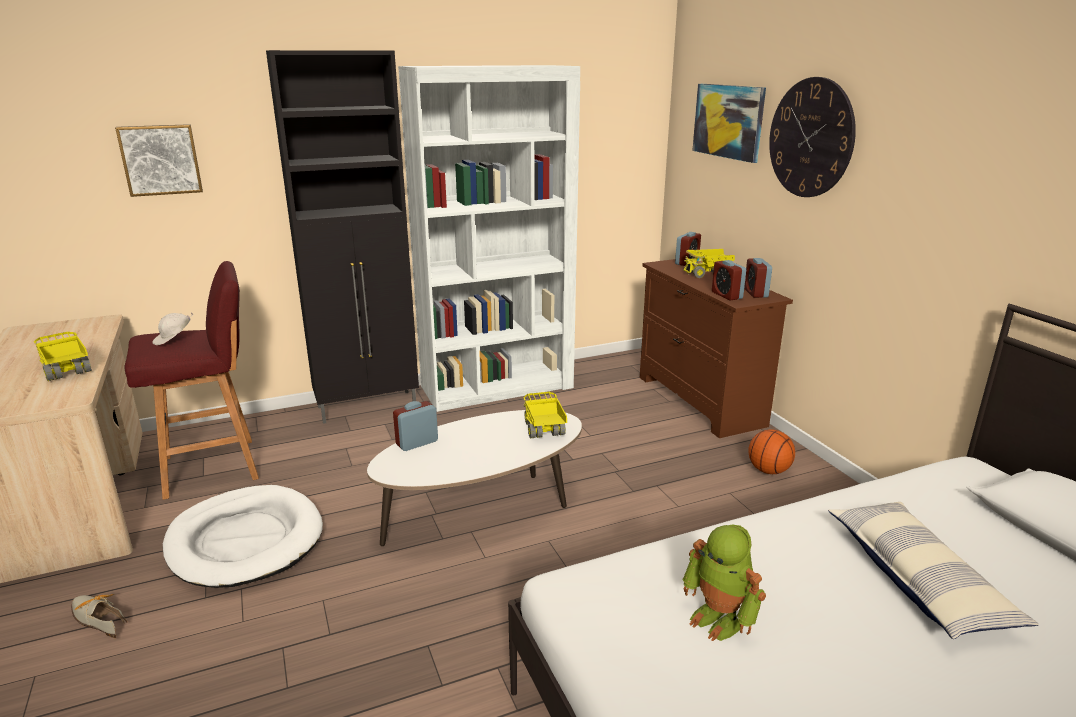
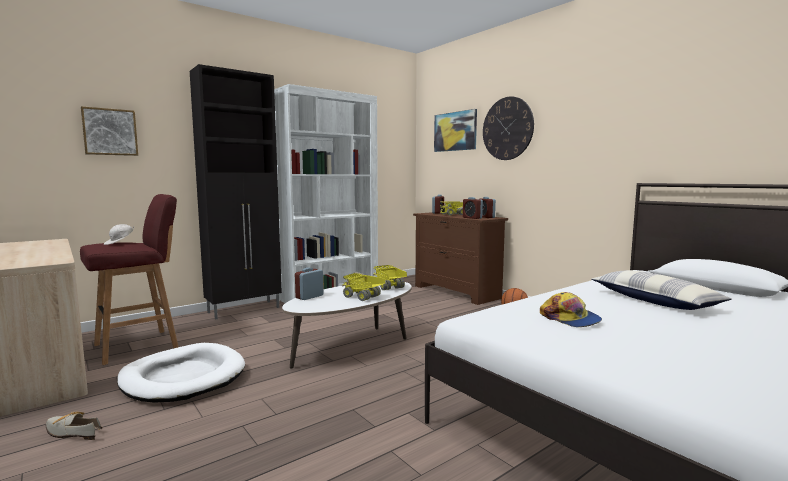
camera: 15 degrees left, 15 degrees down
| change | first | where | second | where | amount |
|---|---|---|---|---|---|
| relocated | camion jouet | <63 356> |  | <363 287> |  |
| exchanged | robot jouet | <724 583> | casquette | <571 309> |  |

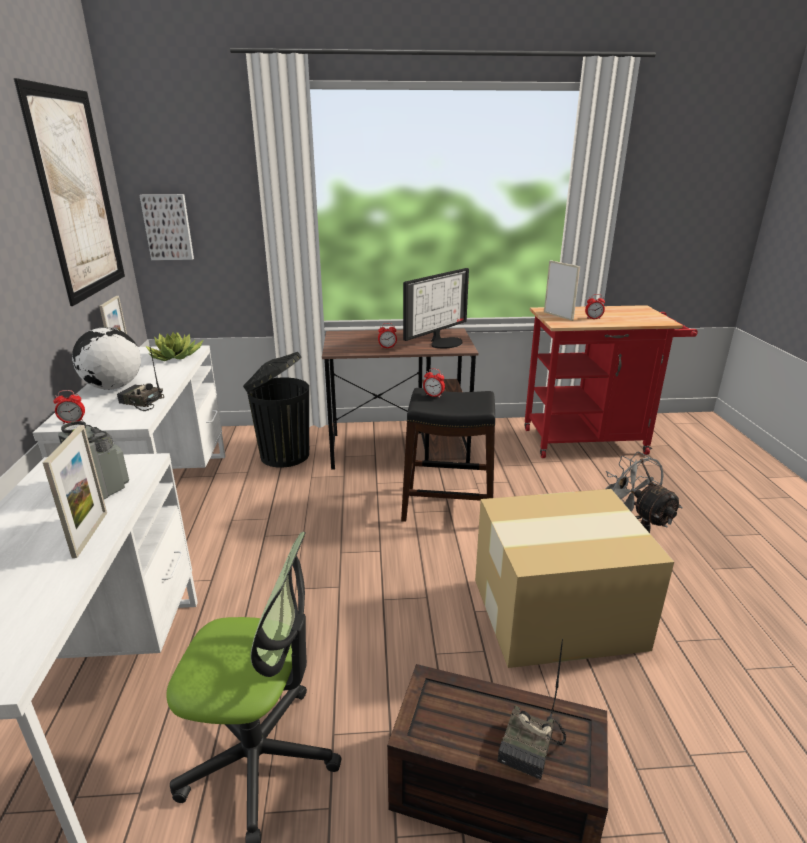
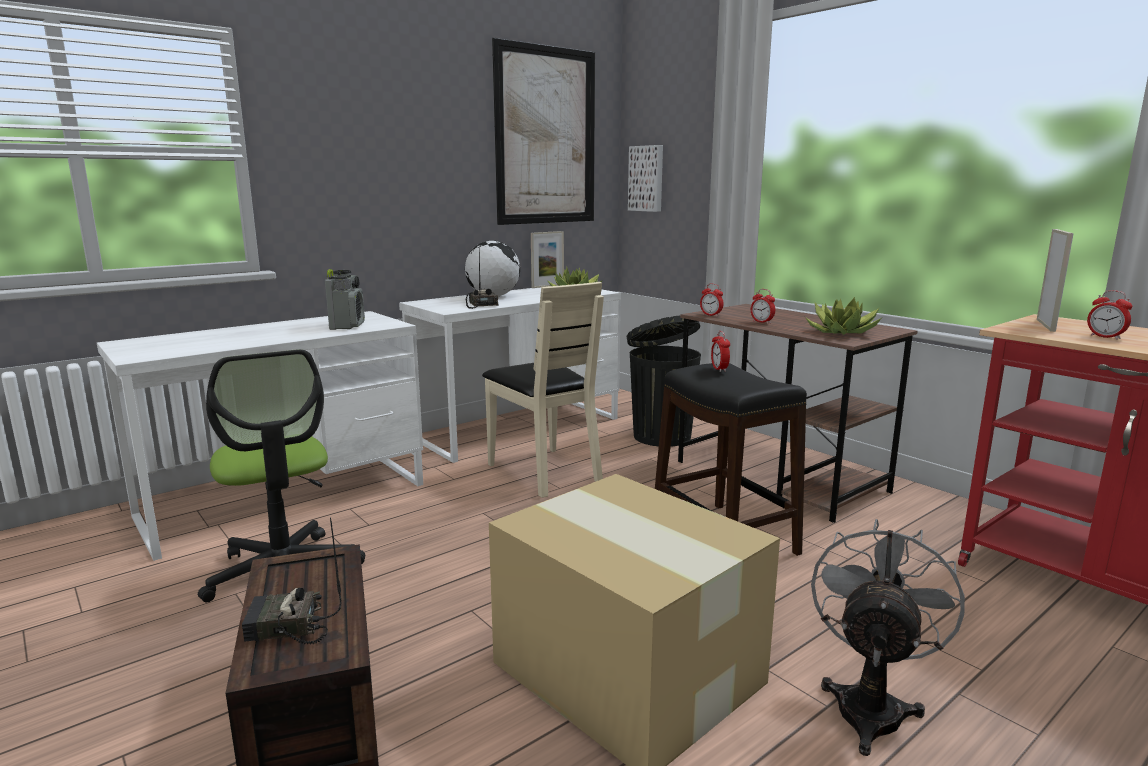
camera: 55 degrees right, 10 degrees down
| change | first | where | second | where | amount |
|---|---|---|---|---|---|
| missing | cadre photo | <75 491> |  |  |  |
| appeared |  |  | chaise [beige] | <543 390> |  |
| relocated | réveil | <69 407> |  | <712 300> |  |
| exchanged | écran d'ordinateur | <436 308> | plante en pot | <843 316> |  |

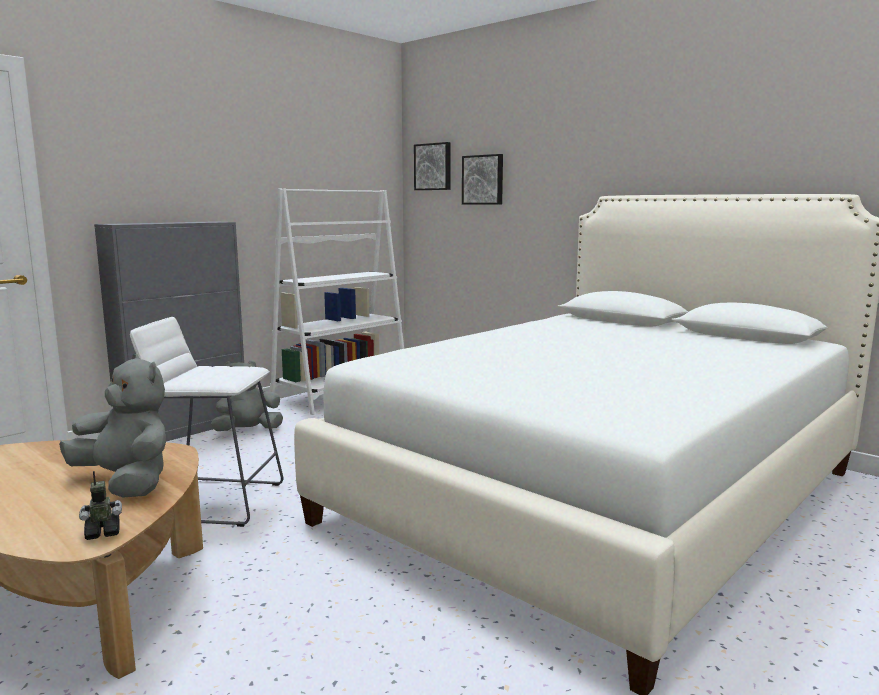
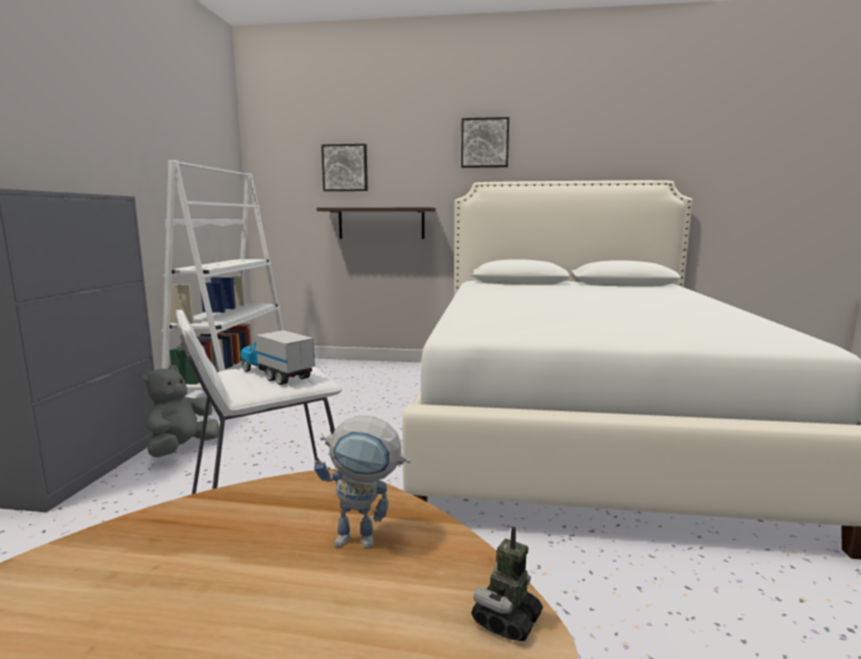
camera: 35 degrees left, 0 degrees up
| change | first | where | second | where | amount |
|---|---|---|---|---|---|
| appeared |  |  | camion jouet | <277 357> |  |
| appeared |  |  | étagère | <376 223> |  |
| relocated | tableau | <432 166> |  | <485 142> |  |
| exchanged | peluche [gris] | <112 425> | robot jouet | <362 482> |  |

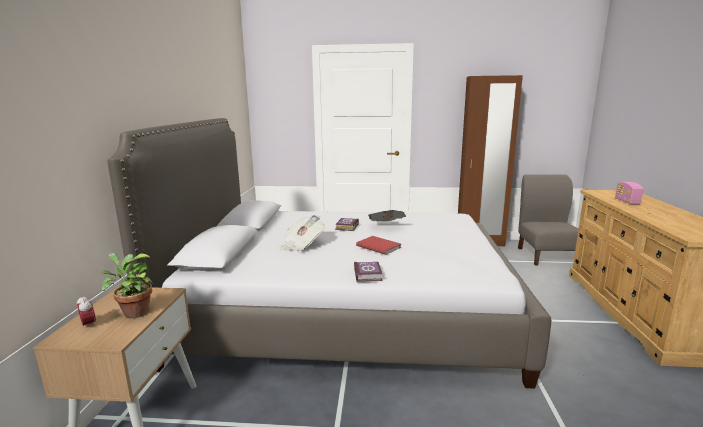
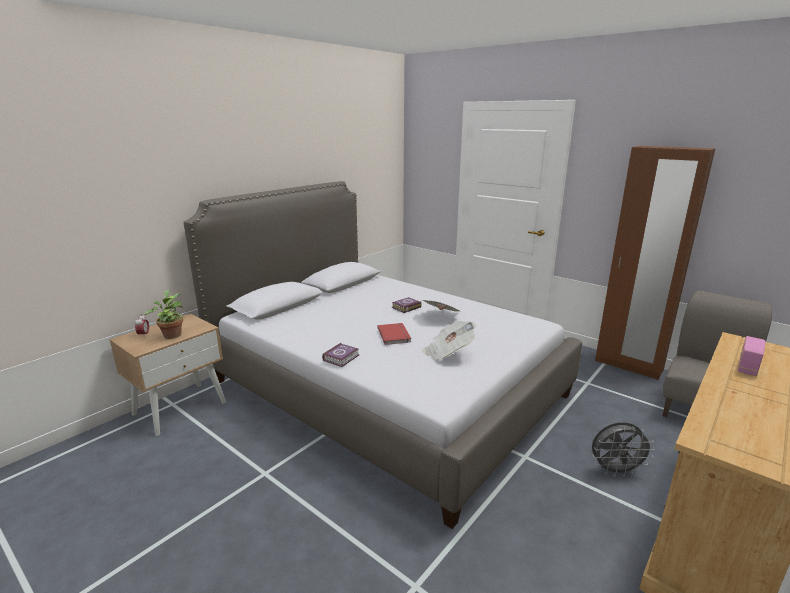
camera: 35 degrees right, 5 degrees up
| change | first | where | second | where | amount |
|---|---|---|---|---|---|
| appeared |  |  | ventilateur [gris] | <623 449> |  |
| relocated | journal | <302 233> |  | <449 341> |  |

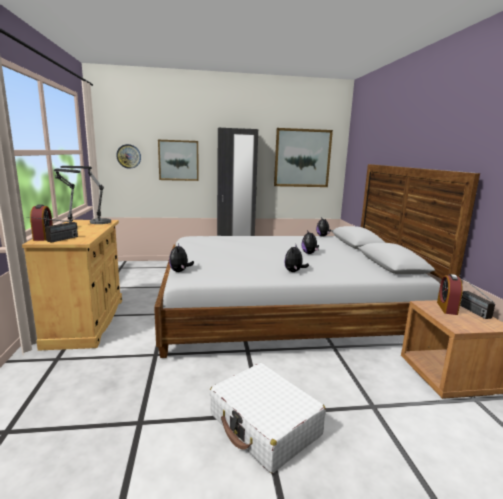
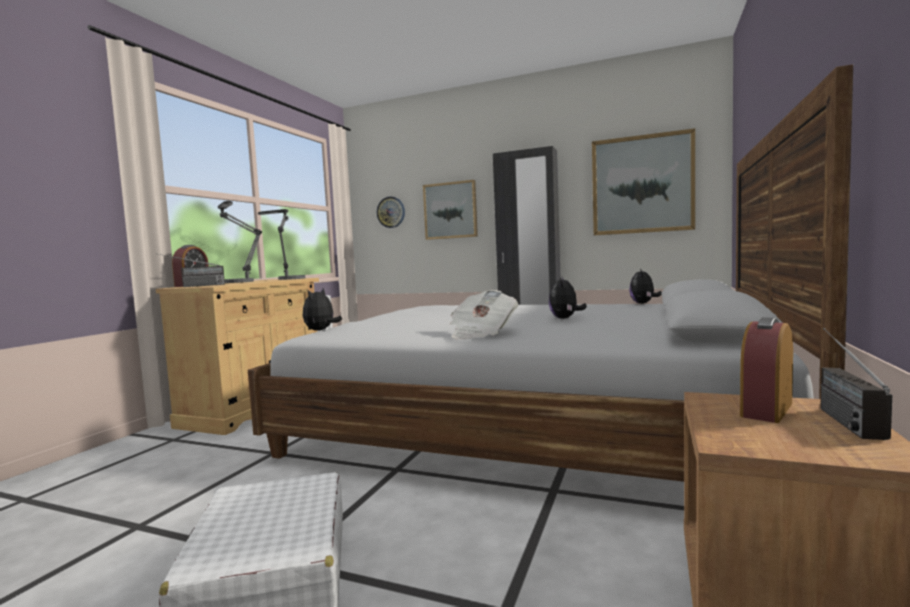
camera: 30 degrees right, 10 degrees down
| change | first | where | second | where | amount |
|---|---|---|---|---|---|
| exchanged | peluche | <296 258> | journal | <484 315> |  |

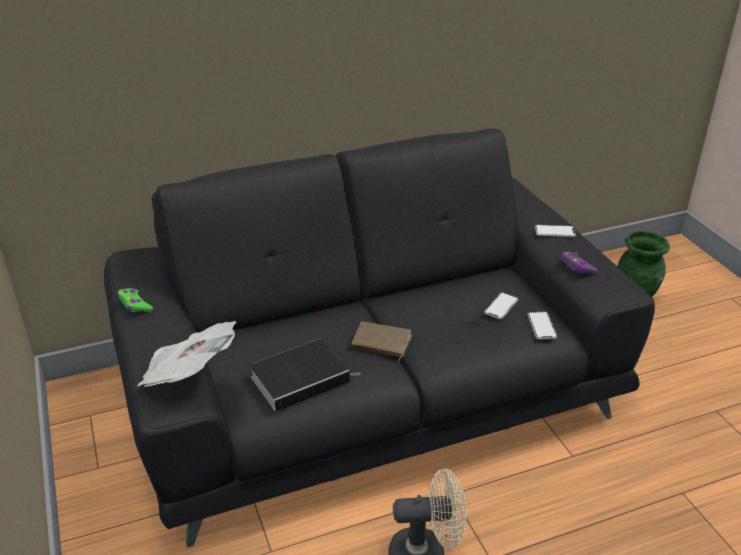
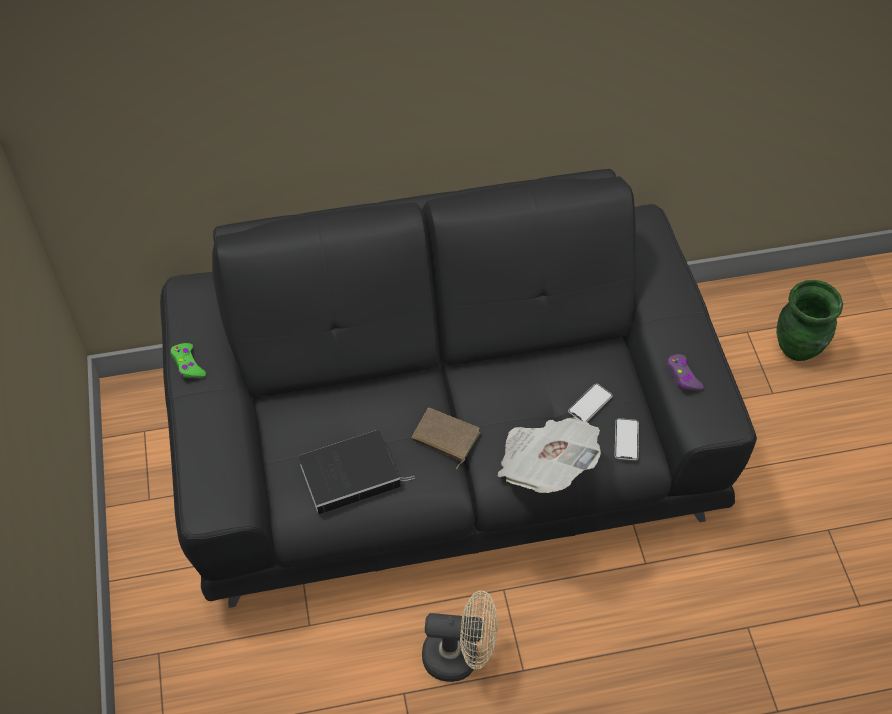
camera: 10 degrees right, 20 degrees up
| change | first | where | second | where | amount |
|---|---|---|---|---|---|
| missing | téléphone | <555 231> |  |  |  |
| relocated | journal | <187 354> |  | <549 455> |  |

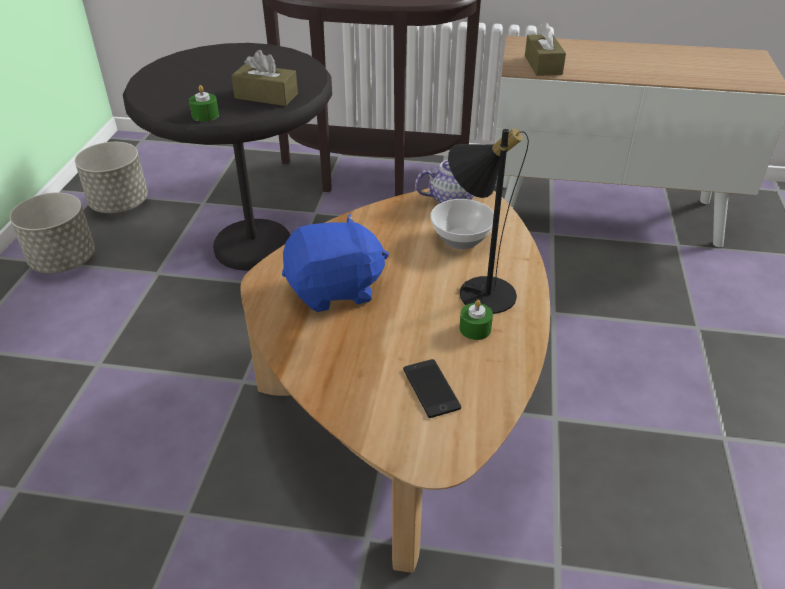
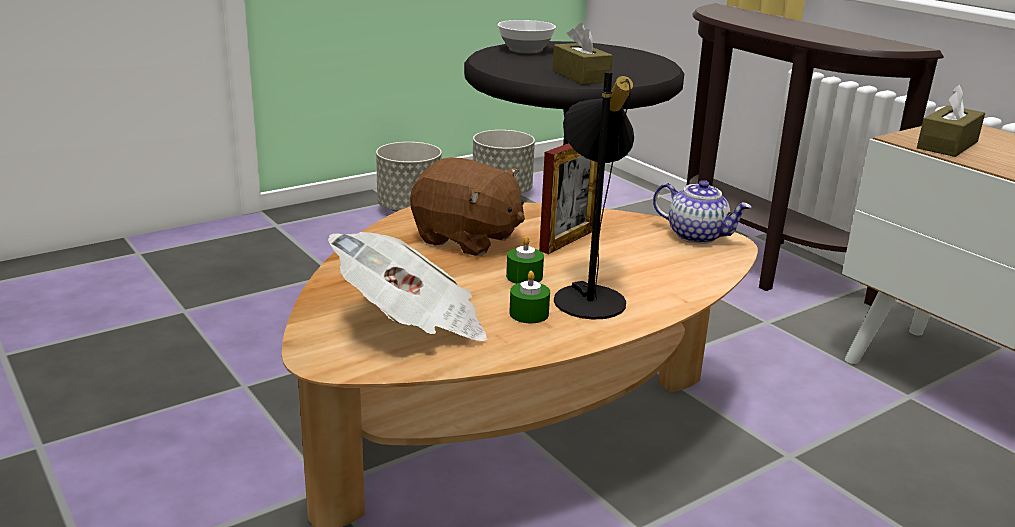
camera: 45 degrees right, 15 degrees down
| change | first | where | second | where | amount |
|---|---|---|---|---|---|
| appeared |  |  | cadre photo | <568 198> |  |
| relocated | bougie [vert] | <204 103> |  | <525 260> |  |
| relocated | bol | <462 224> |  | <526 37> |  |
| exchanged | téléphone | <432 388> | journal | <408 286> |  |
| colour | peluche [bleu] | <335 263> | peluche [marron] | <467 206> |  |

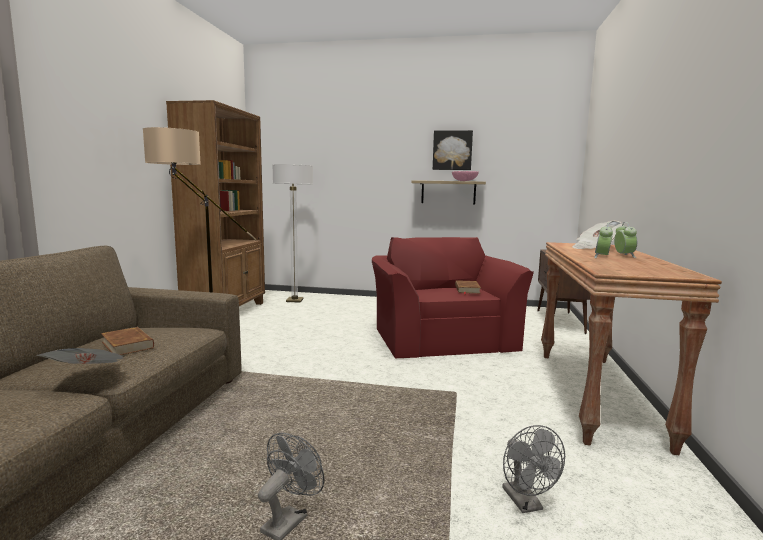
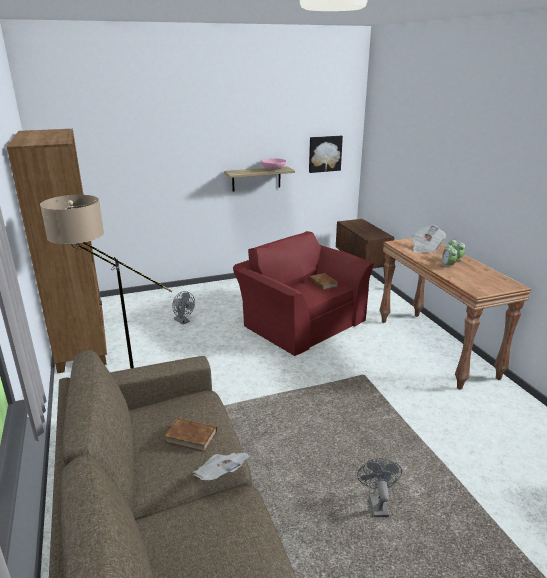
camera: 30 degrees left, 15 degrees up
| change | first | where | second | where | amount |
|---|---|---|---|---|---|
| missing | lampadaire | <293 233> |  |  |  |
| relocated | tableau | <453 150> |  | <326 154> |  |
| relocated | ventilateur [gris] | <533 469> |  | <183 308> |  |

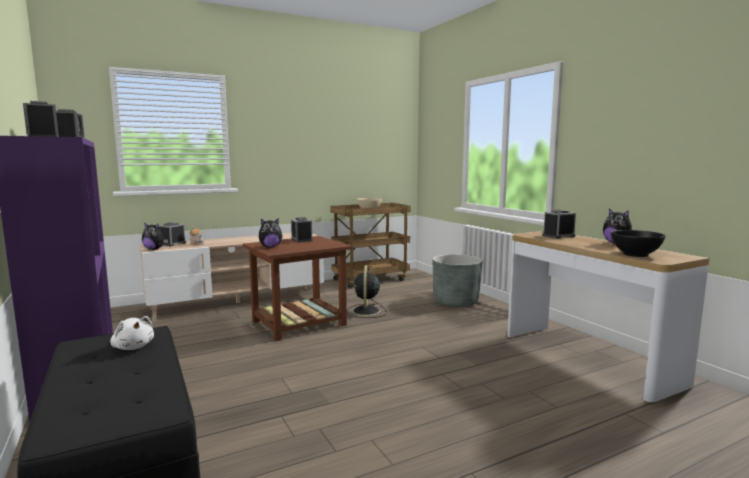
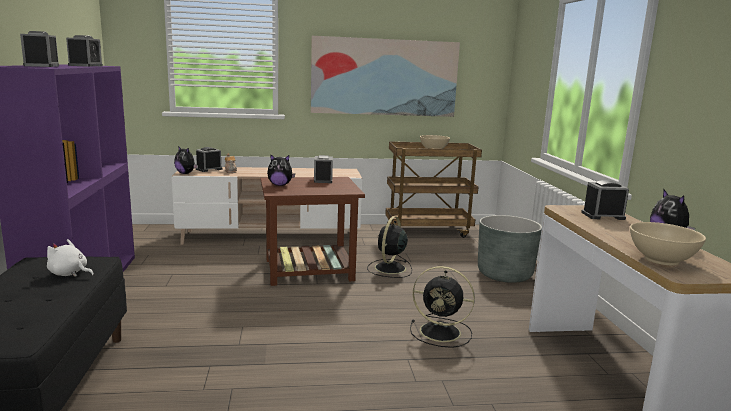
camera: 20 degrees right, 5 degrees up
| change | first | where | second | where | amount |
|---|---|---|---|---|---|
| appeared |  |  | tableau | <385 76> |  |
| appeared |  |  | ventilateur [noir] | <442 307> |  |
| colour | bol [noir] | <638 243> | bol [beige] | <668 243> |  |
| spun | peluche [blanc] | <132 333> |  | <70 258> | 135 degrees clockwise |

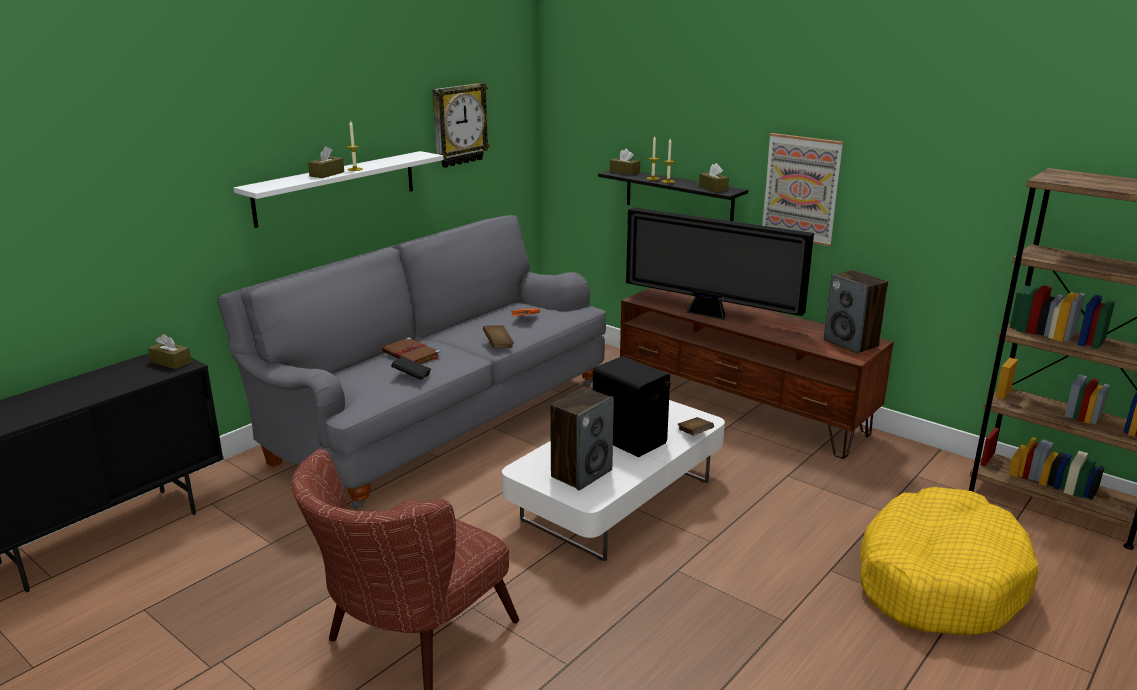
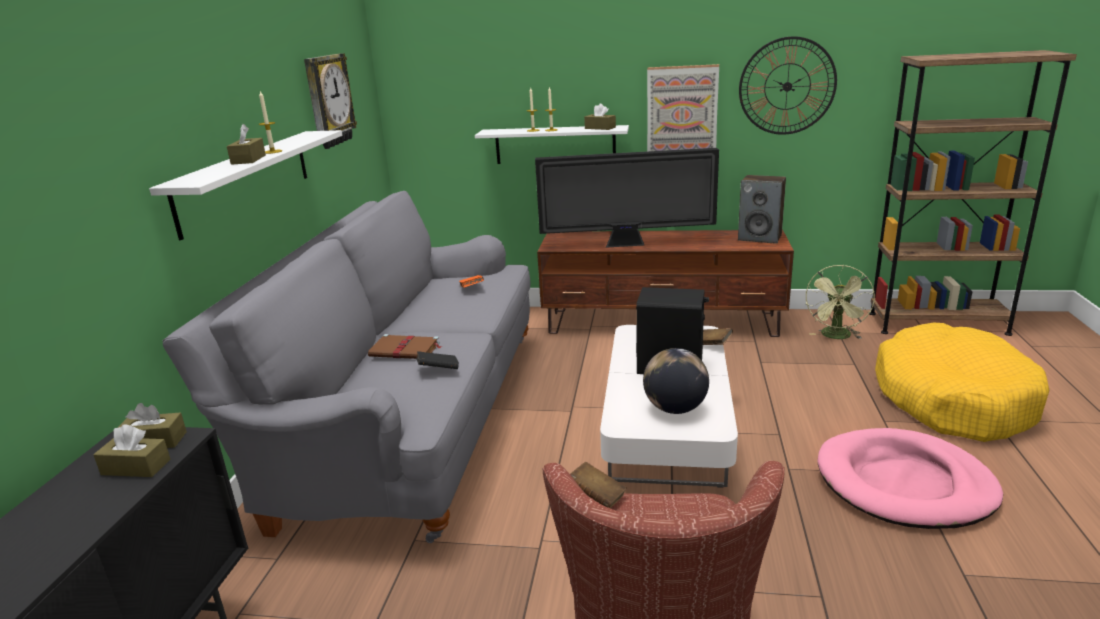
camera: 30 degrees left, 0 degrees up
| change | first | where | second | where | amount |
|---|---|---|---|---|---|
| appeared |  |  | horloge murale | <788 85> |  |
| appeared |  |  | ventilateur [vert] | <840 302> |  |
| appeared |  |  | panier pour chien [rose] | <910 478> |  |
| relocated | livre [marron] | <498 336> |  | <598 485> |  |
| relocated | boîte à mouchoirs [marron] | <625 162> |  | <132 451> |  |
| exchanged | enceinte | <582 438> | globe | <676 381> |  |
| colour | étagère [noir] | <673 195> | étagère [blanc] | <552 144> |  |

